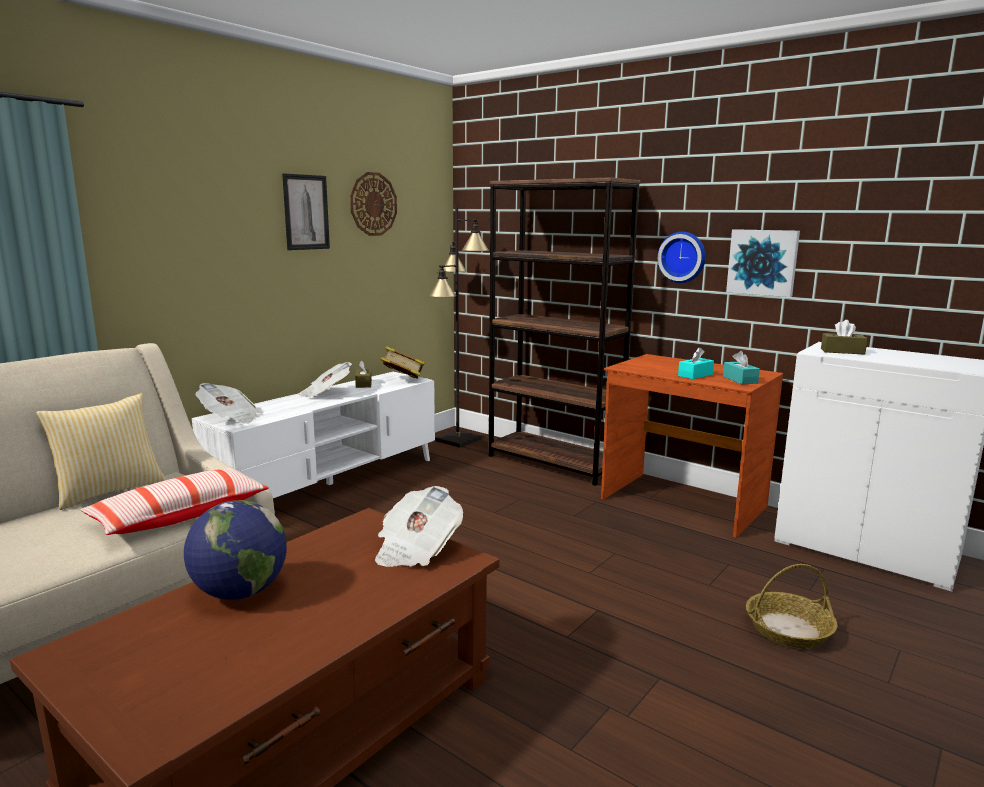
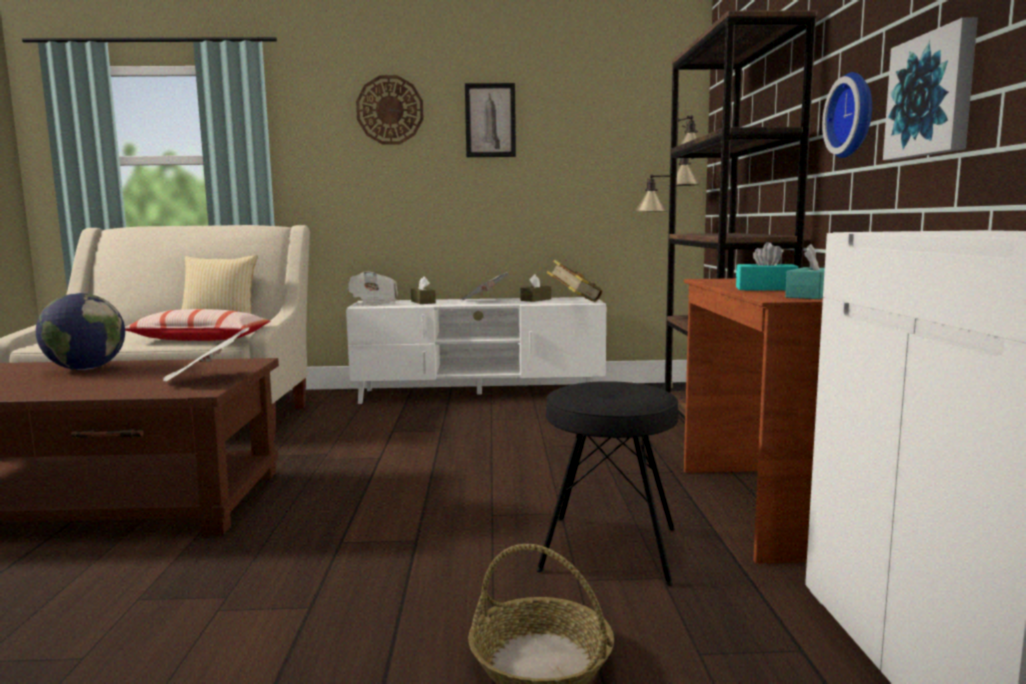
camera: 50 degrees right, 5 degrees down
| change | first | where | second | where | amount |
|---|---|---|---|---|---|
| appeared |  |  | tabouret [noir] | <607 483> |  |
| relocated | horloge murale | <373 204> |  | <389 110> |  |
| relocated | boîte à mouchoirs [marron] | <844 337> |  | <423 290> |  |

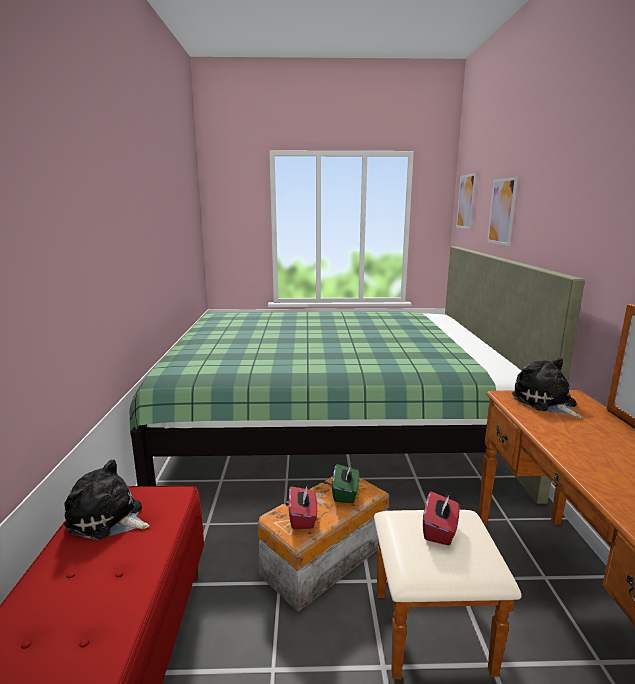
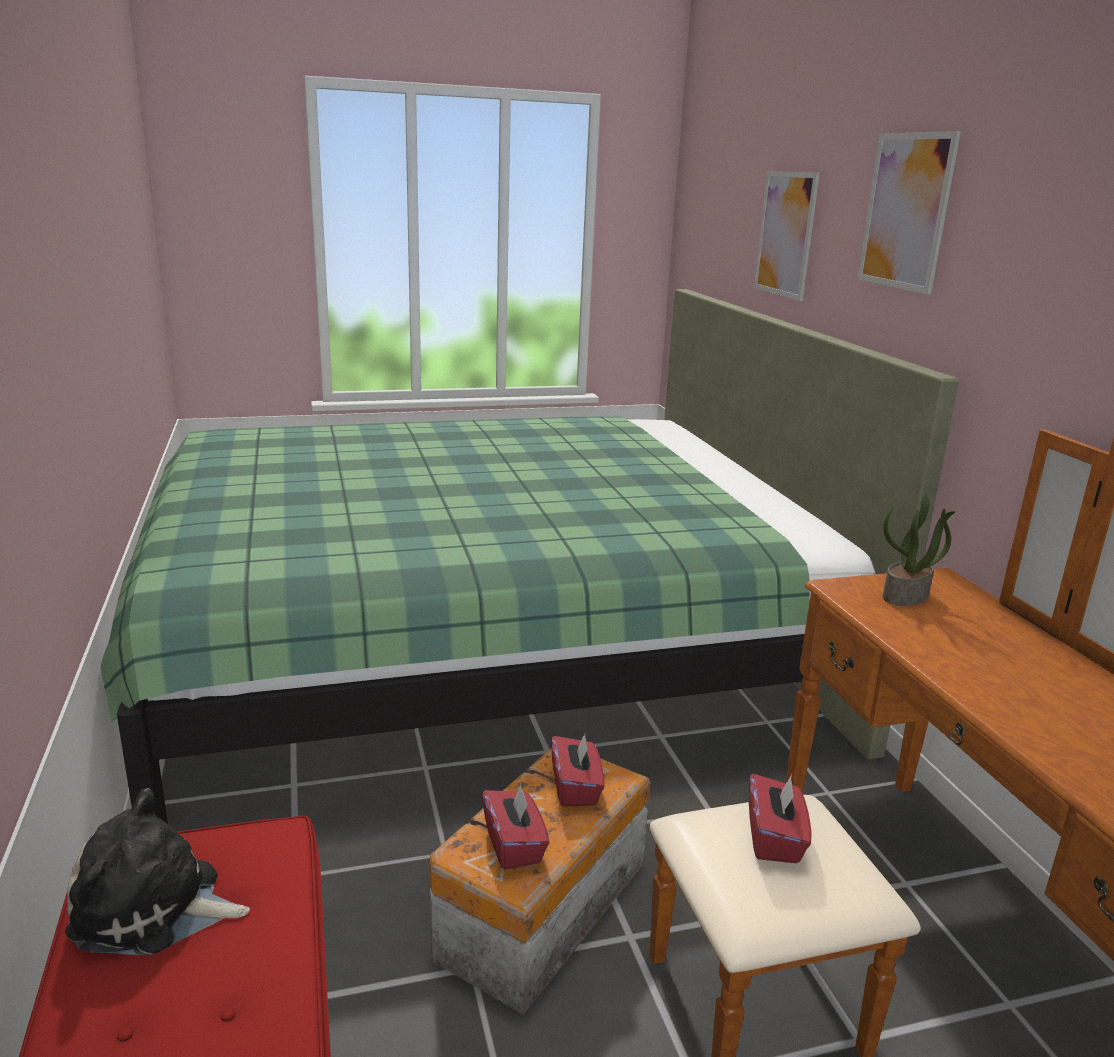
camera: 15 degrees left, 5 degrees up
| change | first | where | second | where | amount |
|---|---|---|---|---|---|
| relocated | tableau | <466 201> |  | <909 212> |  |
| exchanged | peluche | <547 388> | plante en pot | <919 550> |  |
| colour | boîte à mouchoirs [vert] | <345 483> | boîte à mouchoirs [rouge] | <578 770> |  |

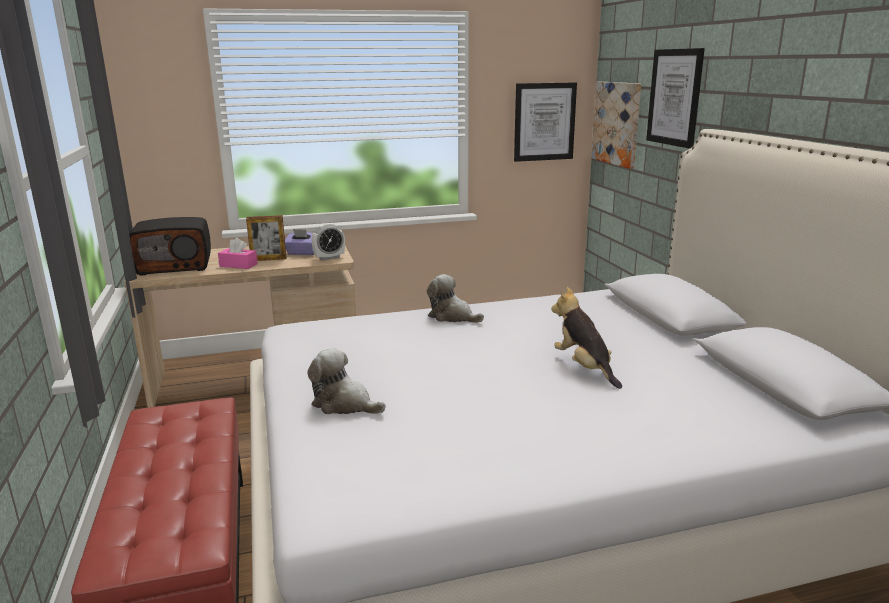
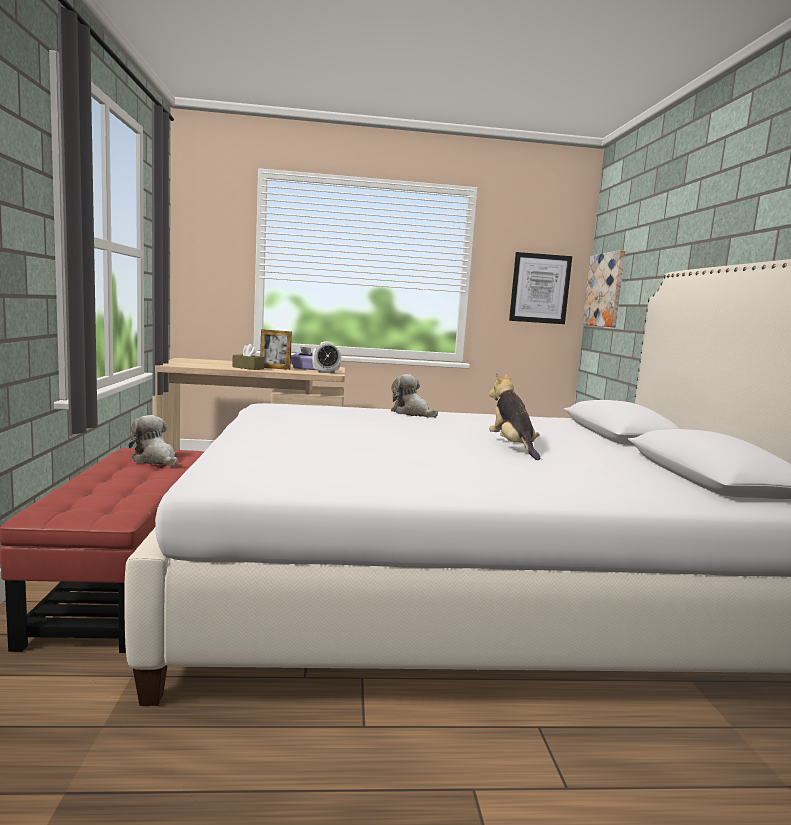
camera: 10 degrees right, 10 degrees down
| change | first | where | second | where | amount |
|---|---|---|---|---|---|
| missing | radio | <170 246> |  |  |  |
| missing | tableau | <675 98> |  |  |  |
| relocated | peluche | <346 381> |  | <153 441> |  |
| colour | boîte à mouchoirs [rose] | <238 253> | boîte à mouchoirs [marron] | <248 357> |  |

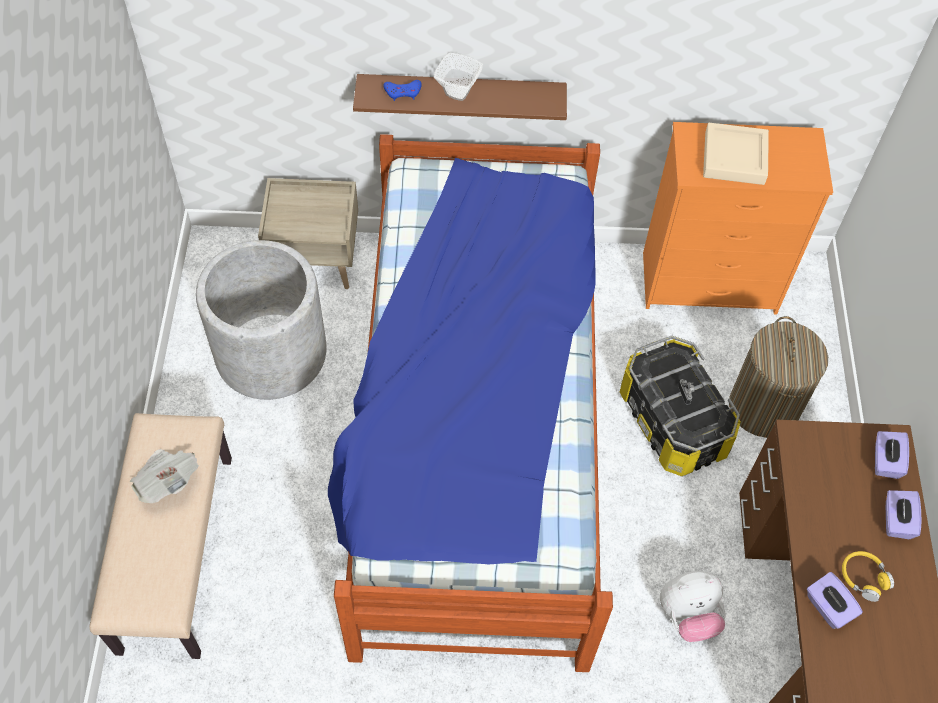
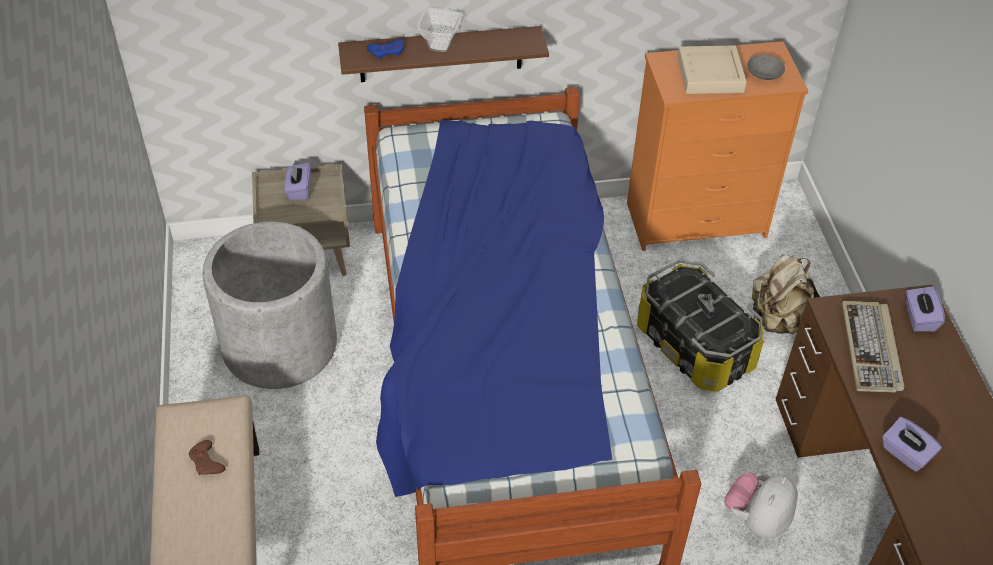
camera: 10 degrees left, 10 degrees down
| change | first | where | second | where | amount |
|---|---|---|---|---|---|
| missing | casque audio [jaune] | <868 576> |  |  |  |
| appeared |  |  | bol [gris] | <766 67> |  |
| appeared |  |  | clavier | <873 346> |  |
| relocated | boîte à mouchoirs [violet] | <903 514> |  | <297 181> |  |
| exchanged | journal | <164 476> | manette [marron] | <207 457> |  |
| exchanged | panier à linge | <778 377> | sac à dos [beige] | <786 294> |  |
| spun | peluche | <692 606> |  | <761 505> | 150 degrees clockwise |

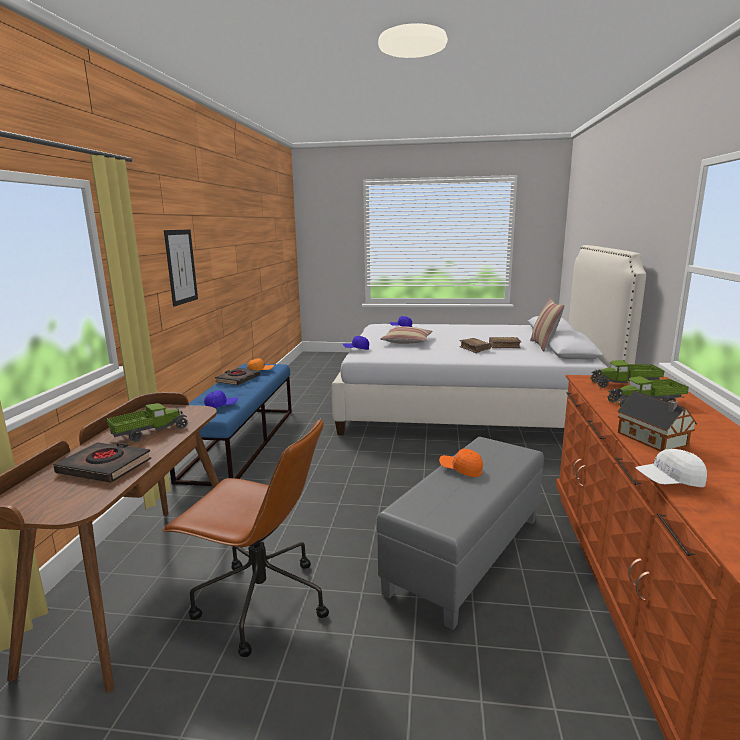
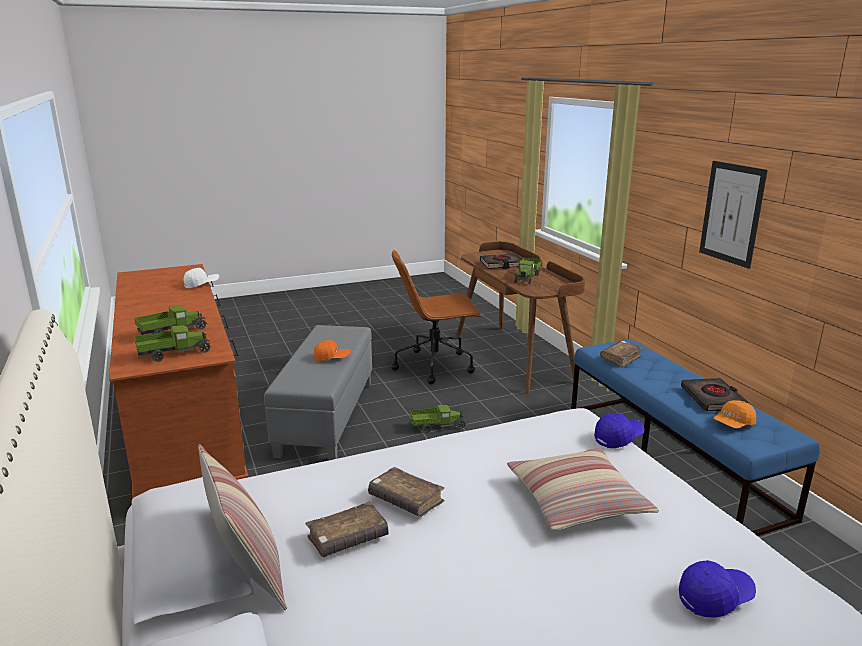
camera: 150 degrees right, 5 degrees up
| change | first | where | second | where | amount |
|---|---|---|---|---|---|
| missing | maison miniature | <657 421> |  |  |  |
| appeared |  |  | camion jouet | <438 419> |  |
| exchanged | casquette [bleu] | <221 399> | livre [marron] | <621 354> |  |

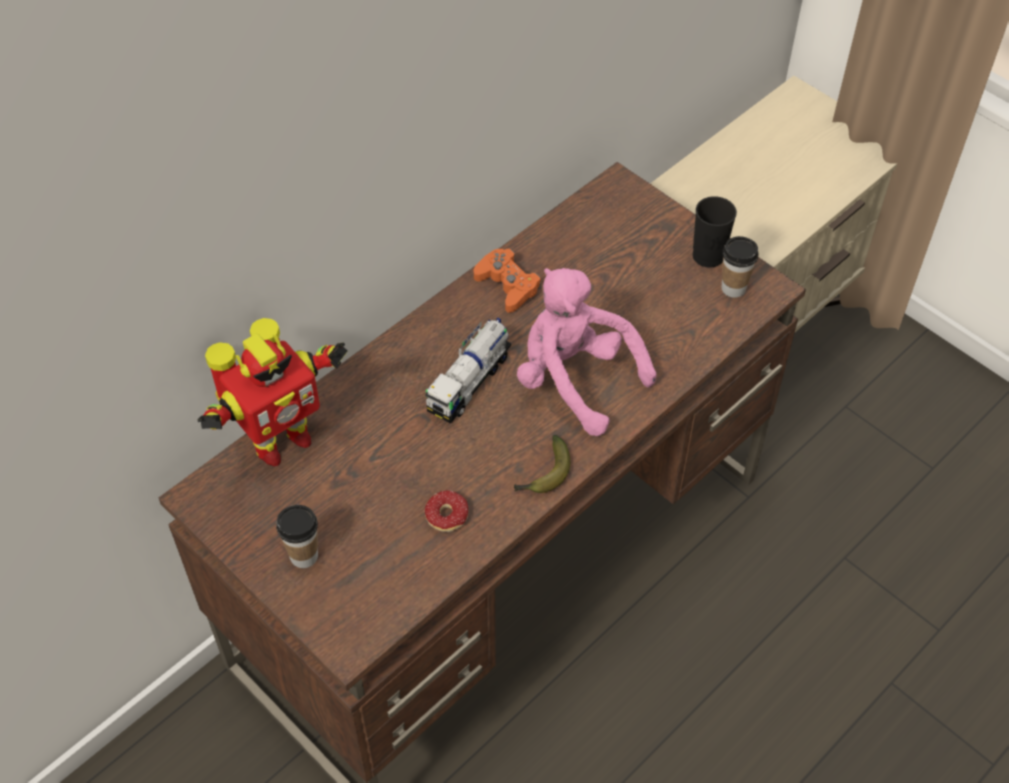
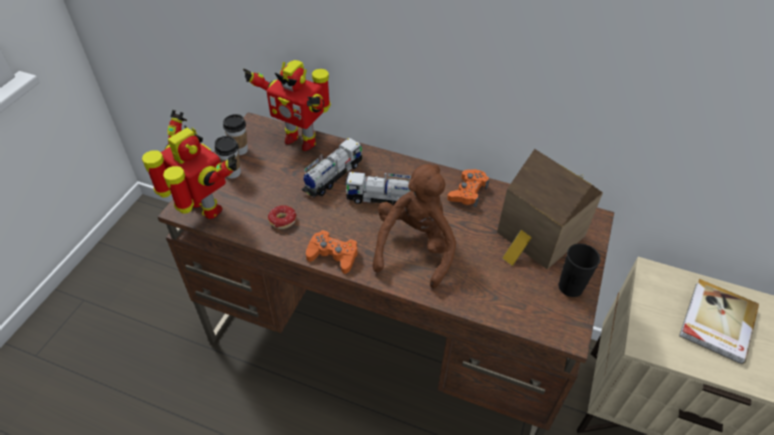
camera: 65 degrees right, 5 degrees down
| change | first | where | second | where | amount |
|---|---|---|---|---|---|
| appeared |  |  | robot jouet | <189 164> |  |
| appeared |  |  | camion jouet | <332 168> |  |
| appeared |  |  | maison miniature | <550 209> |  |
| appeared |  |  | livre | <719 321> |  |
| relocated | tasse | <740 267> |  | <235 134> |  |
| exchanged | banane | <542 464> | manette [orange] | <332 252> |  |
| colour | peluche [rose] | <587 352> | peluche [marron] | <414 226> |  |

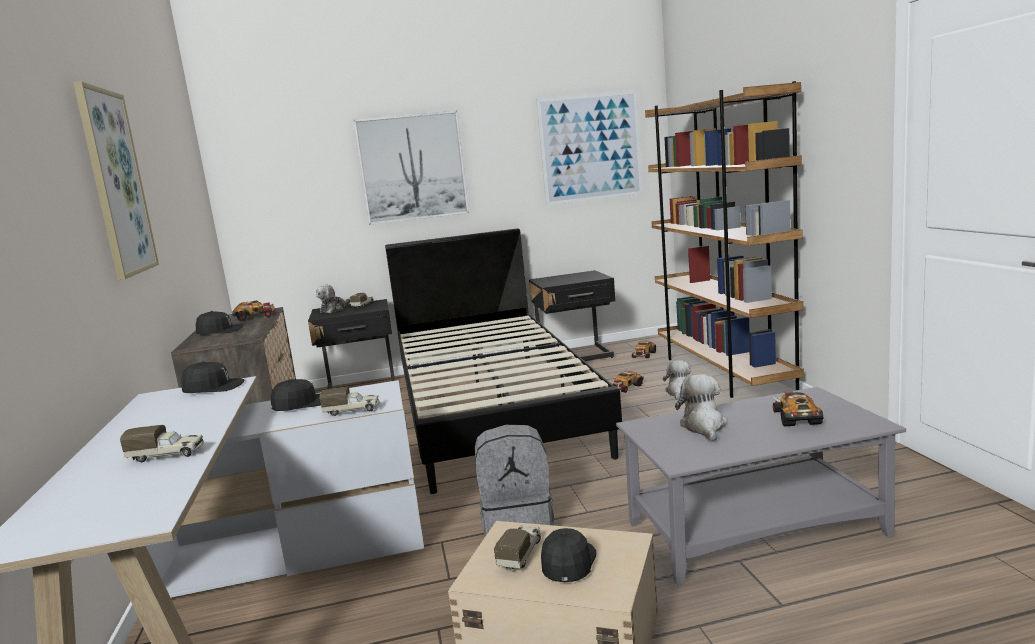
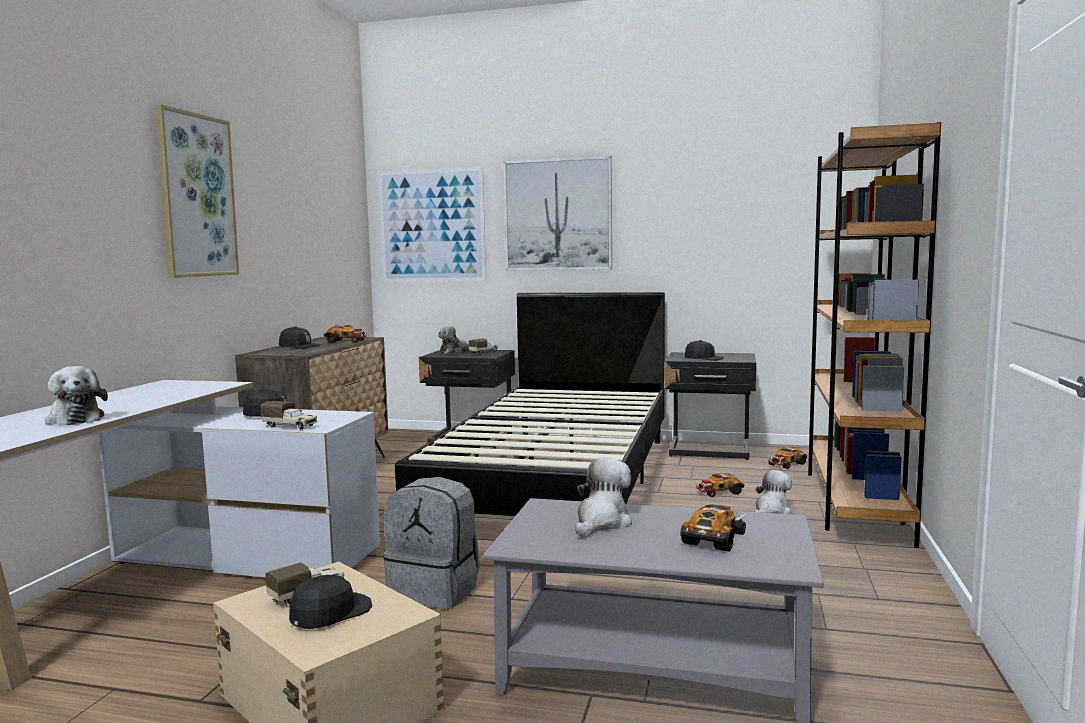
camera: 25 degrees right, 5 degrees down
| change | first | where | second | where | amount |
|---|---|---|---|---|---|
| relocated | casquette [noir] | <212 377> |  | <704 350> |  |
| relocated | tableau | <589 148> |  | <432 224> |  |
| exchanged | camion jouet | <162 443> | peluche | <76 395> |  |

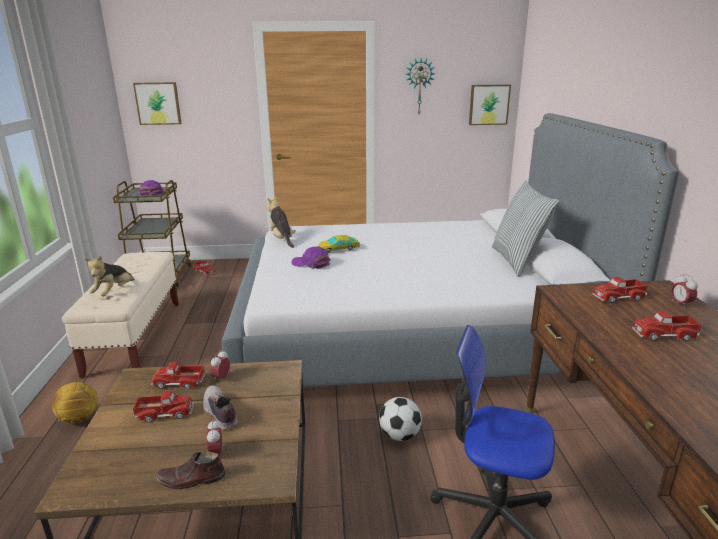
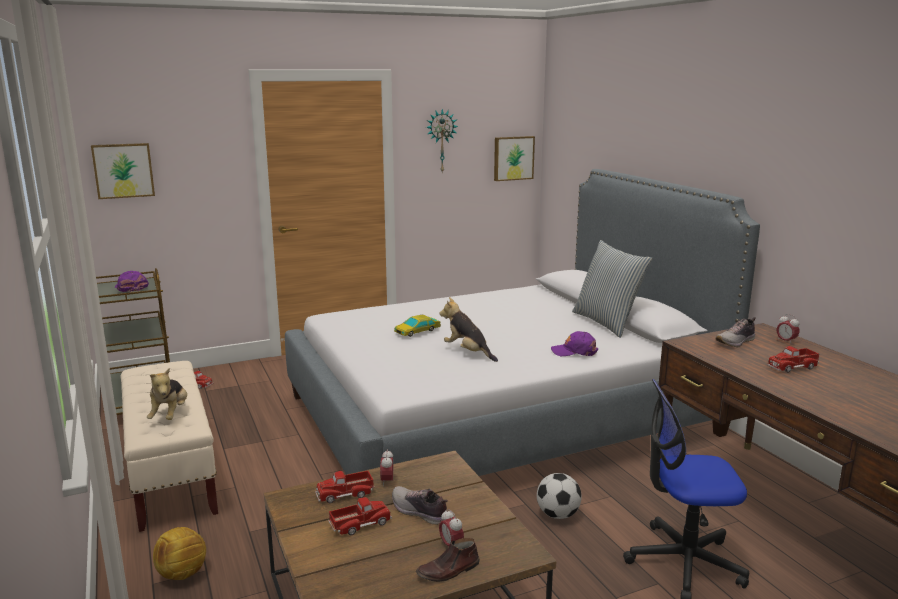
camera: 20 degrees left, 5 degrees down
| change | first | where | second | where | amount |
|---|---|---|---|---|---|
| relocated | peluche | <281 222> |  | <469 329> |  |
| relocated | casquette [violet] | <311 258> |  | <574 343> |  |
| exchanged | camion jouet | <620 290> | chaussure | <735 332> |  |

